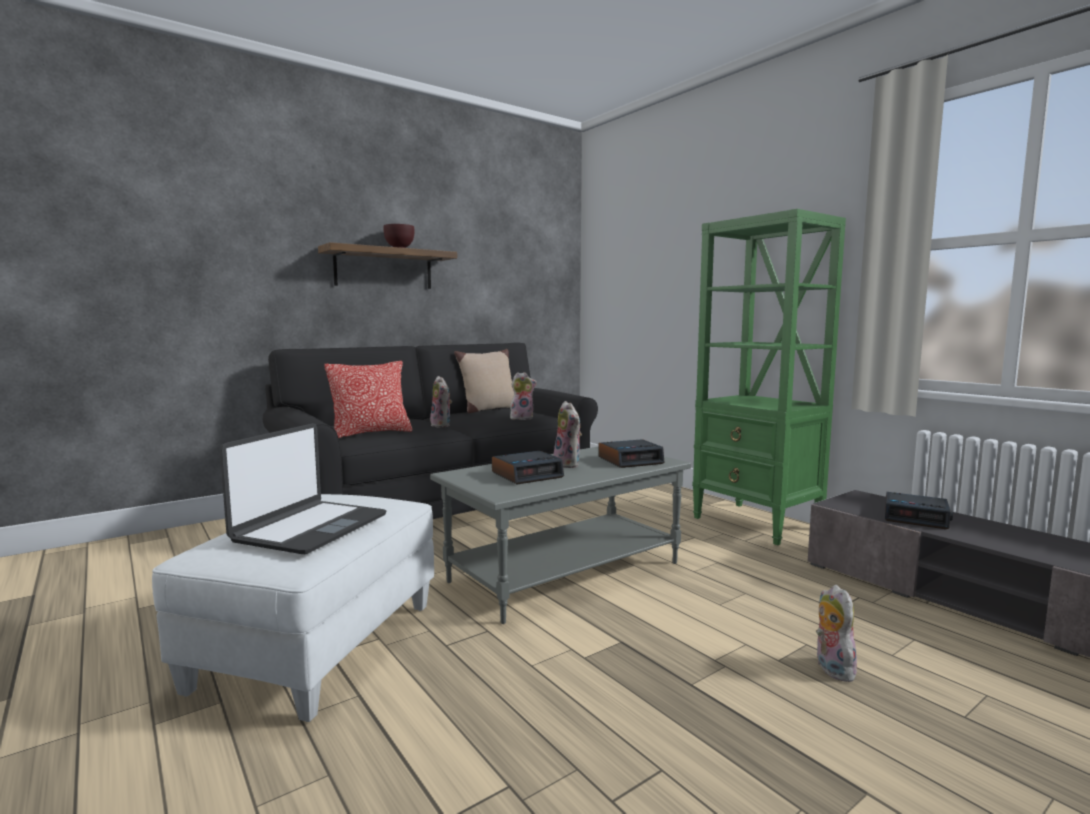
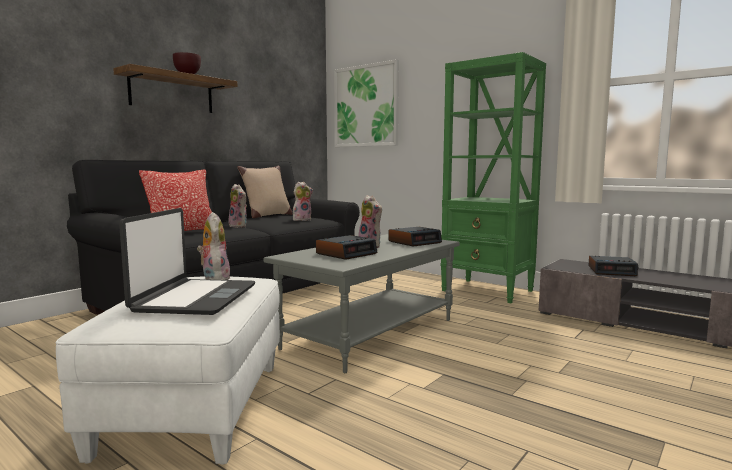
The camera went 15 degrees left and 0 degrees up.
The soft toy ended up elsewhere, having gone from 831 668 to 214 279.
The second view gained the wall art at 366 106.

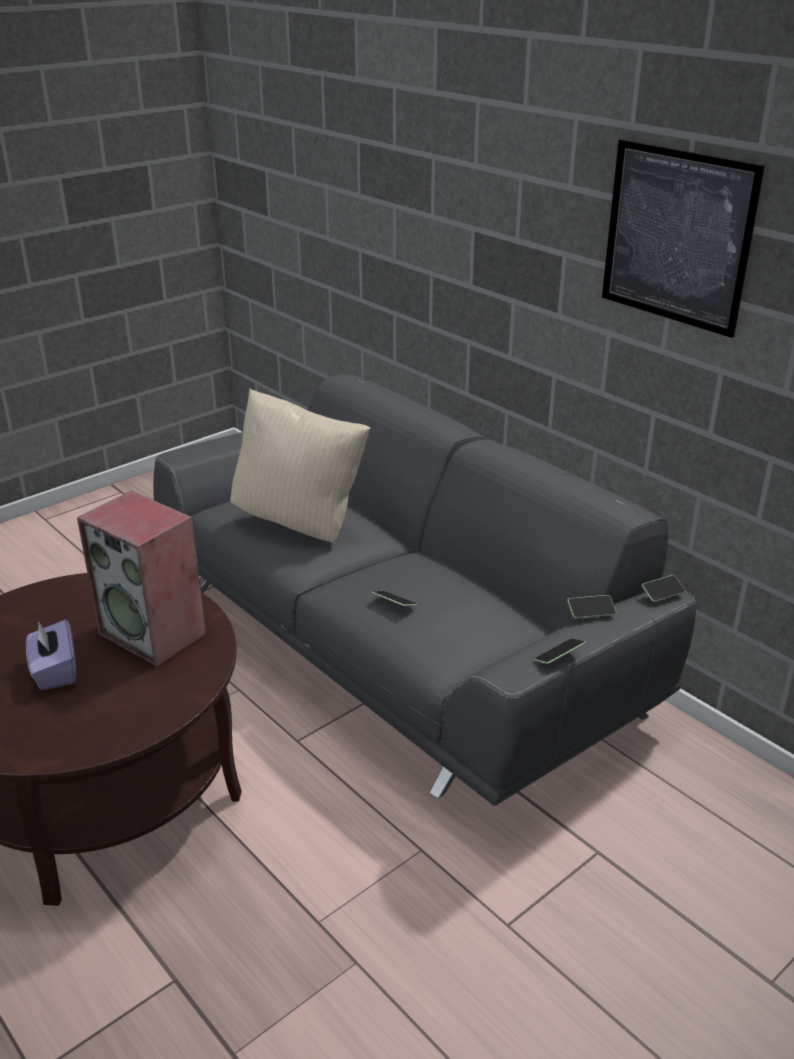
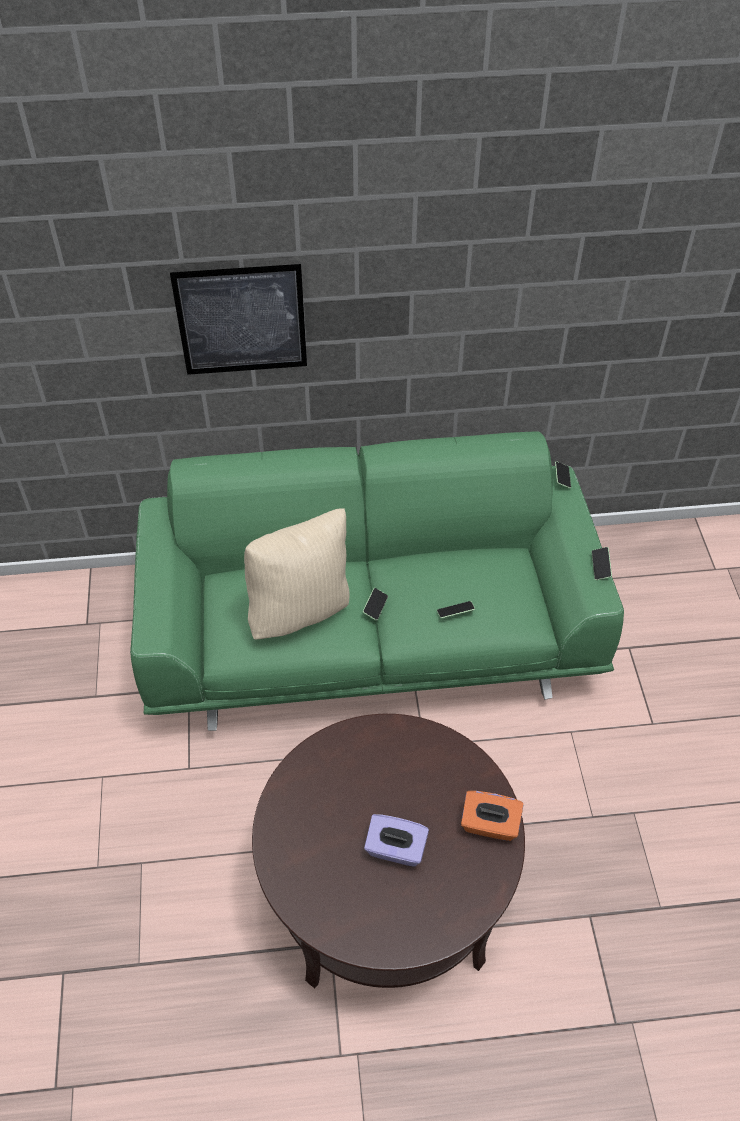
The camera went 55 degrees left and 20 degrees up.
The wall art ended up elsewhere, having gone from 677 237 to 241 320.
What was the settee in gray at 398 647 turned into the settee in green at 371 632.
The second view lost the loudspeaker at 154 634.
The phone ended up elsewhere, having gone from 591 612 to 375 607.
The second view gained the box of tissues in orange-coloured at 489 825.

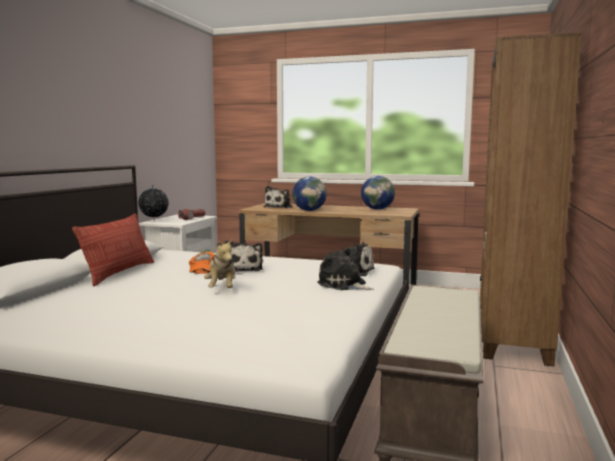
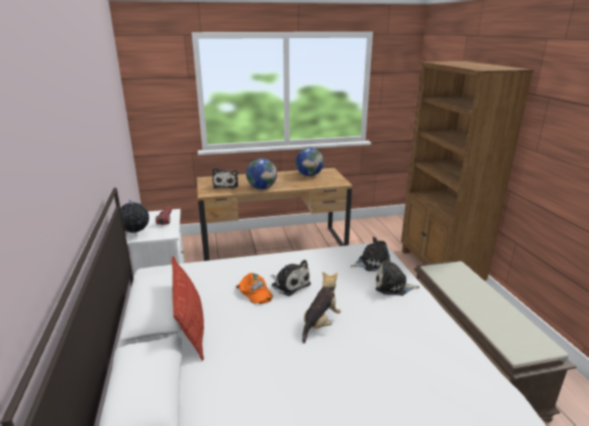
The camera went 30 degrees left and 15 degrees up.
The soft toy at 222 289 ended up facing another way, 105 degrees counterclockwise from before.

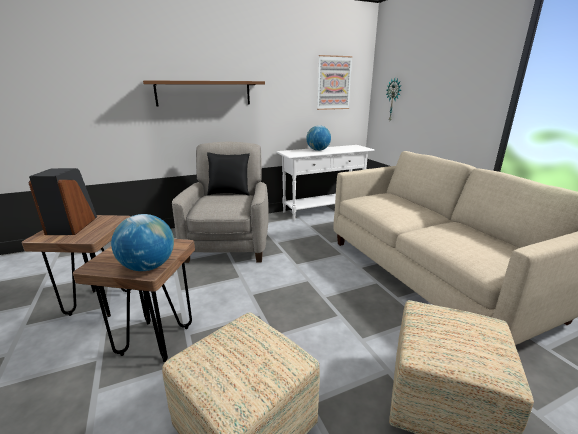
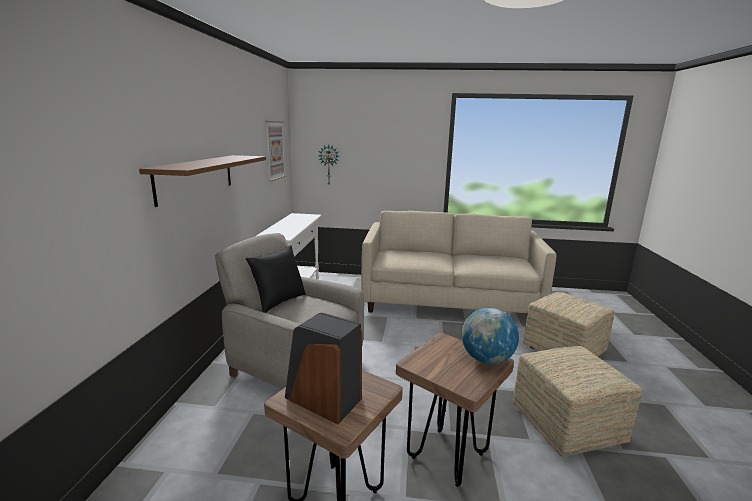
The camera went 60 degrees left and 5 degrees down.
The second view lost the world globe at 318 150.

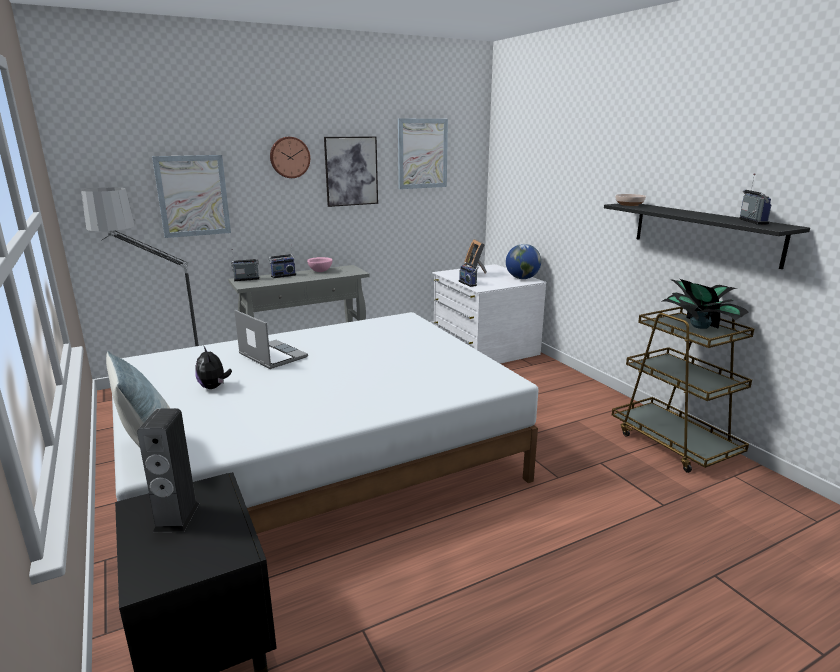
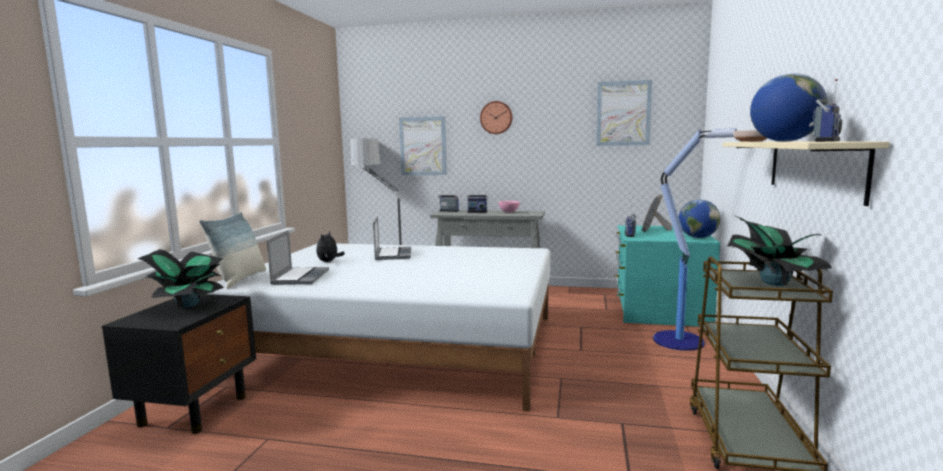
The camera went 40 degrees right and 10 degrees down.
The second view lost the wall art at 351 171.
What was the shelf in blackish at 704 232 turned into the shelf in sand-coloured at 813 167.
What was the drawer chest in whitish at 483 348 turned into the drawer chest in turquoise-coloured at 659 310.
Where the loudspeaker stood at 177 517, the potted plant came to stand at 189 305.
The second view gained the world globe at 784 141.
The second view gained the floor lamp at 680 341.
The second view gained the notebook computer at 300 277.

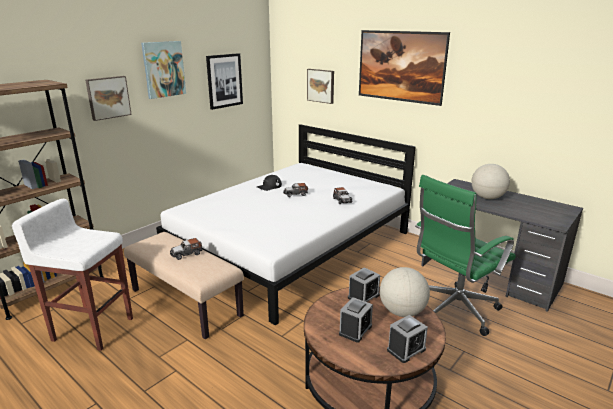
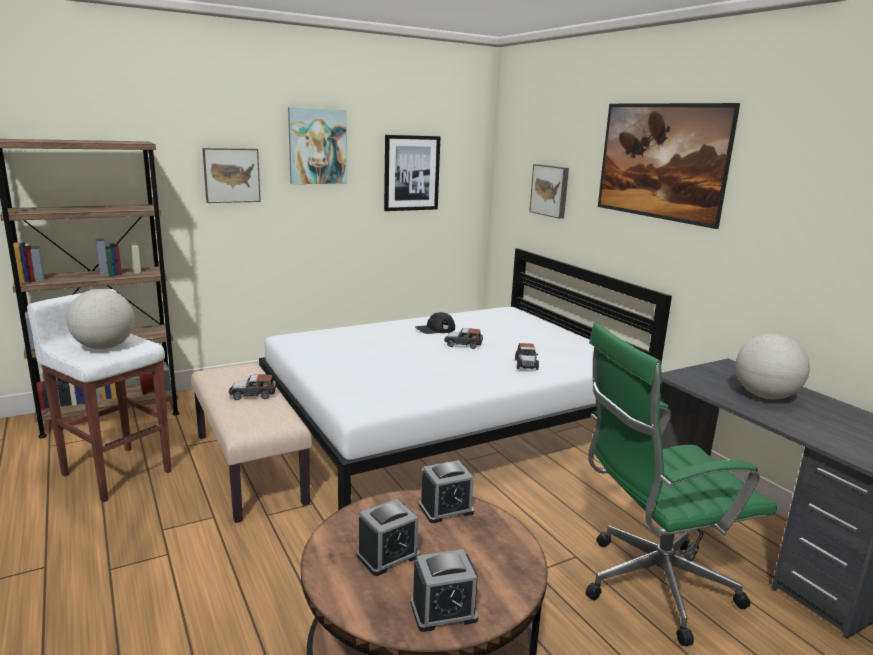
The camera went 20 degrees right and 5 degrees down.
The world globe ended up elsewhere, having gone from 402 312 to 105 347.

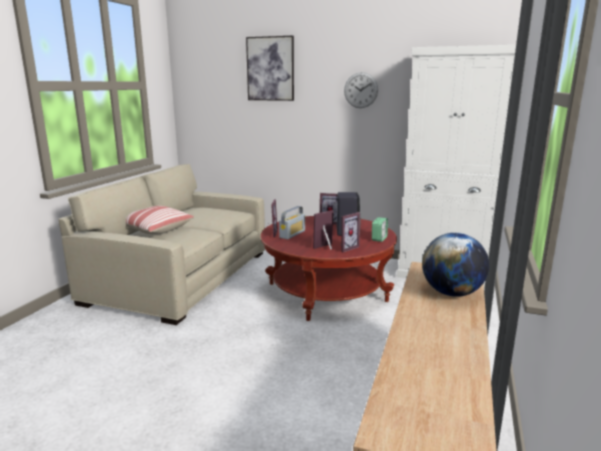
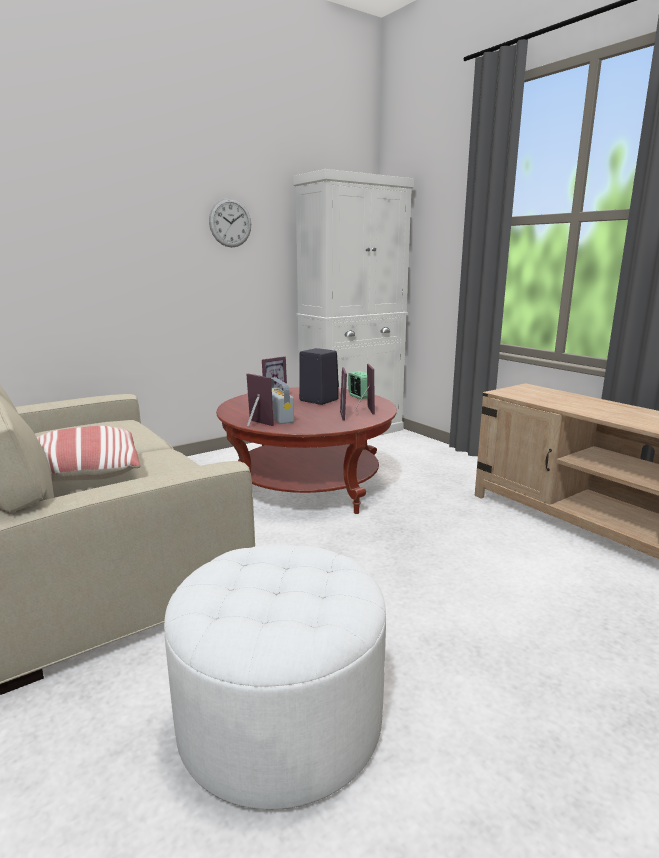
The camera went 55 degrees left and 0 degrees up.
The second view lost the wall art at 270 69.
The second view lost the world globe at 451 293.
The second view gained the ottoman in whitish at 280 719.

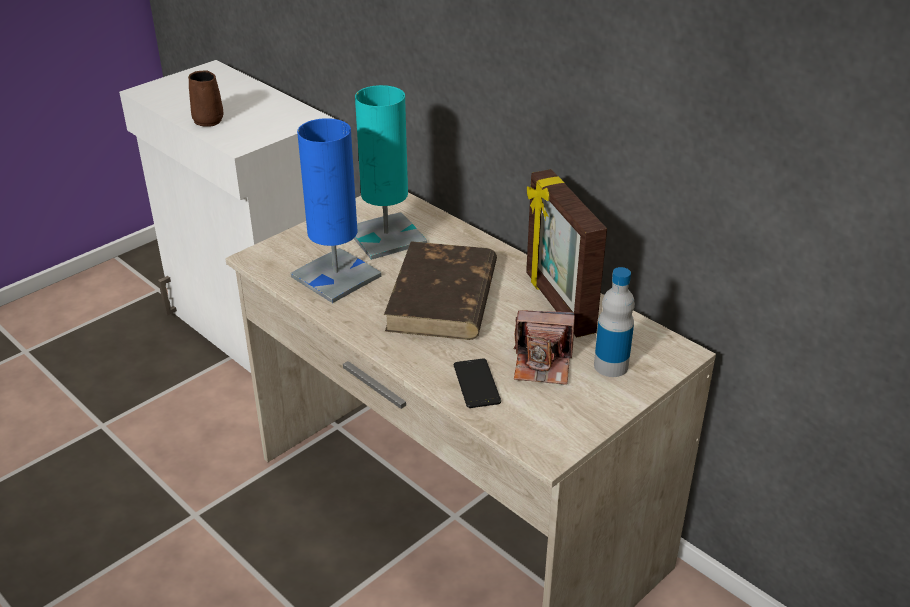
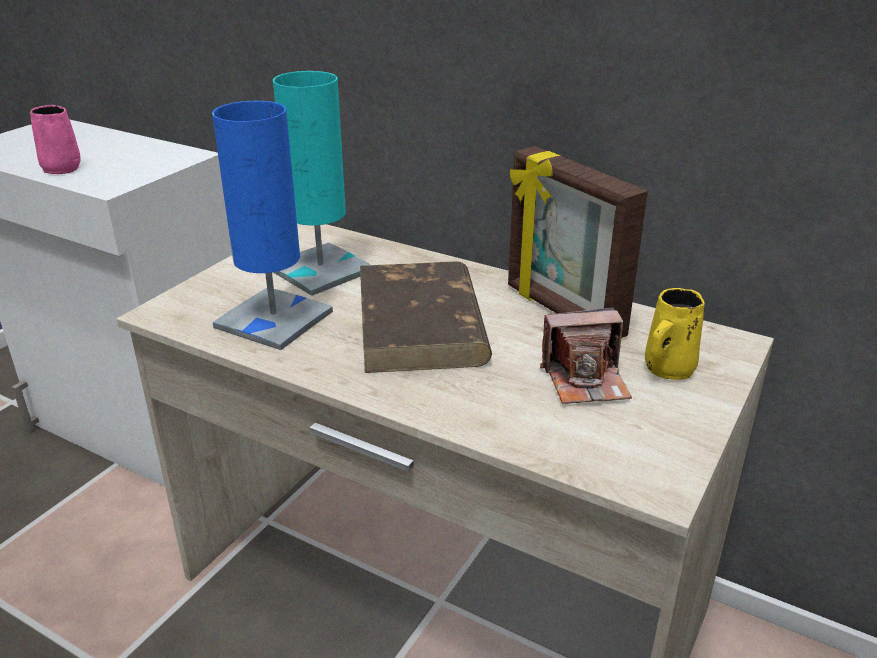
The camera went 15 degrees left and 5 degrees down.
What was the tea mug in brown-coloured at 208 120 turned into the tea mug in pink-coloured at 61 168.
Where the beverage bottle stood at 611 366, the tea mug in yellow came to stand at 667 369.
The second view lost the phone at 476 384.

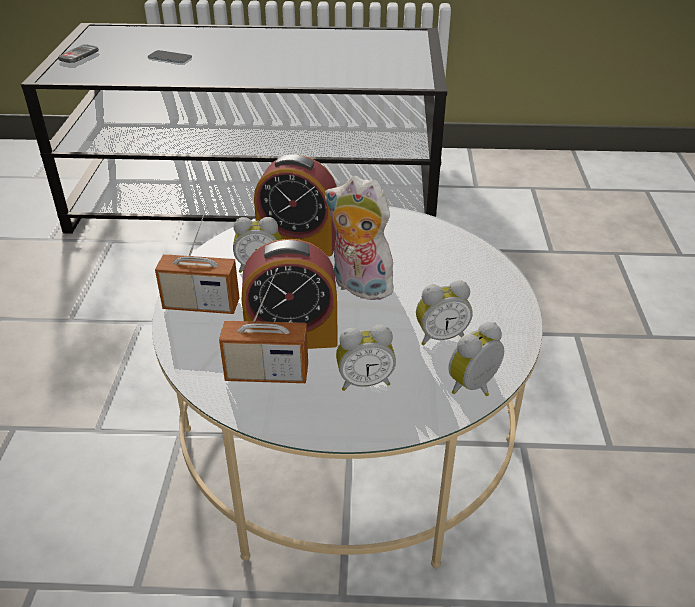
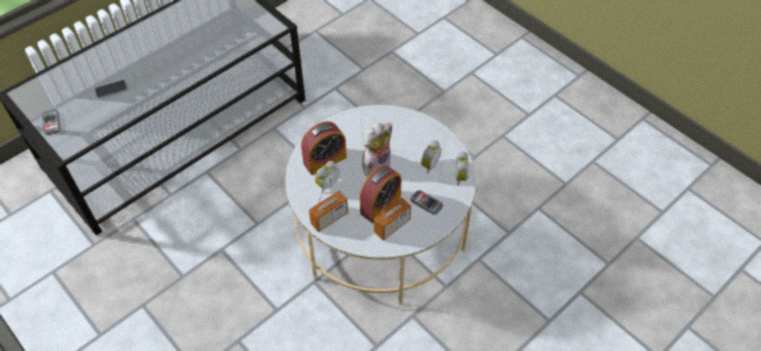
The camera went 45 degrees left and 15 degrees up.
The soft toy at 358 287 ended up facing another way, 150 degrees clockwise from before.
Where the alarm clock stood at 364 381, the phone came to stand at 426 203.

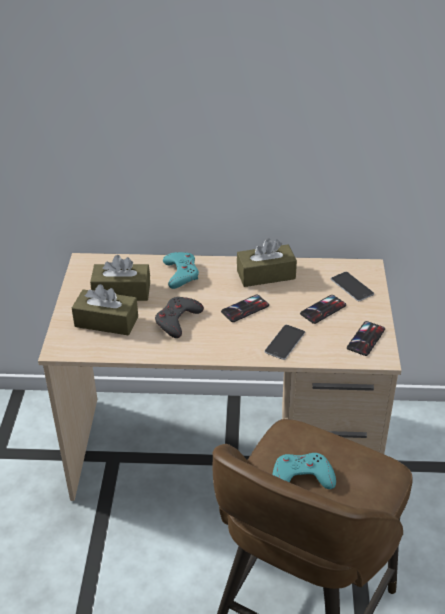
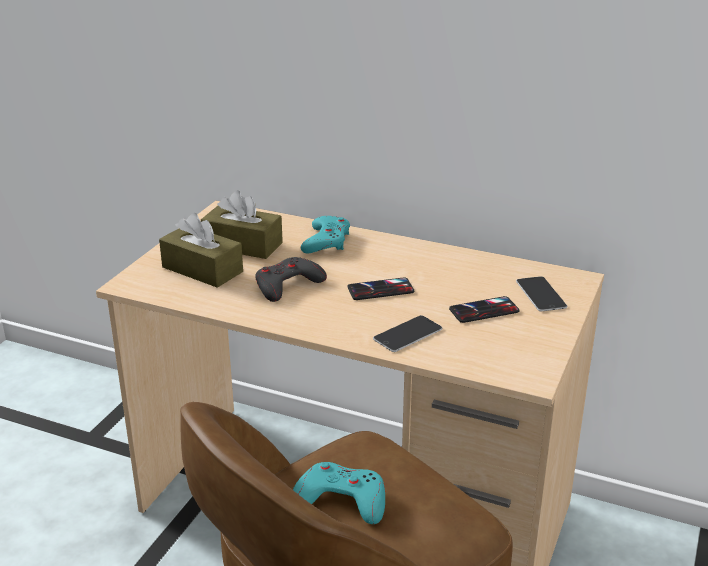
The camera went 20 degrees right and 10 degrees down.
The second view lost the box of tissues in brown-coloured at 266 275.
The second view lost the phone at 366 339.

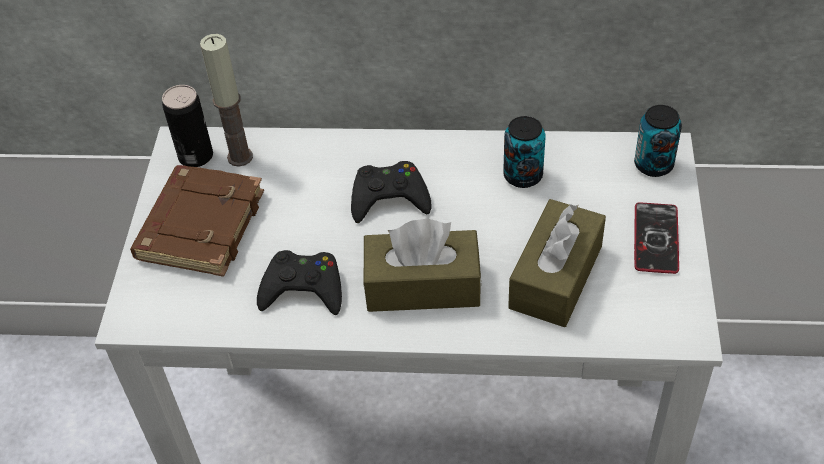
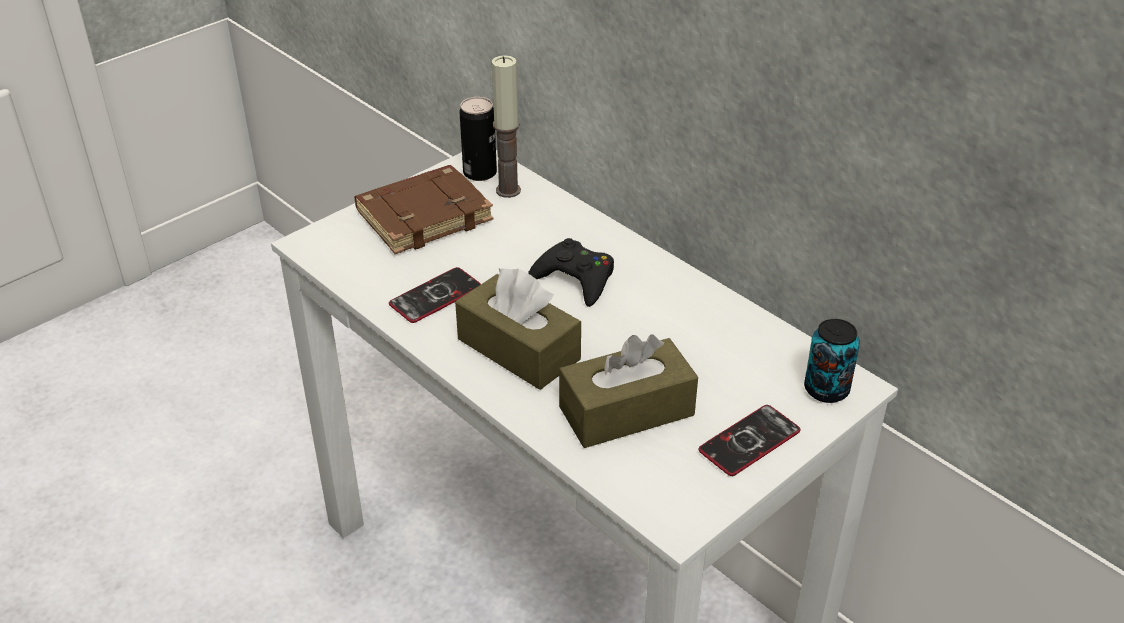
The camera went 40 degrees right and 10 degrees down.
The second view lost the sealed can at 523 175.
Where the gamepad in blackish stood at 303 289, the phone came to stand at 435 296.

